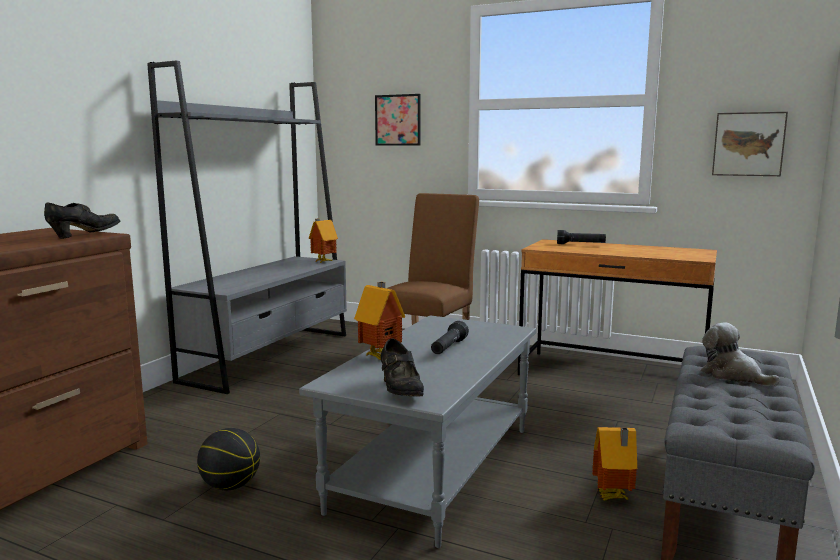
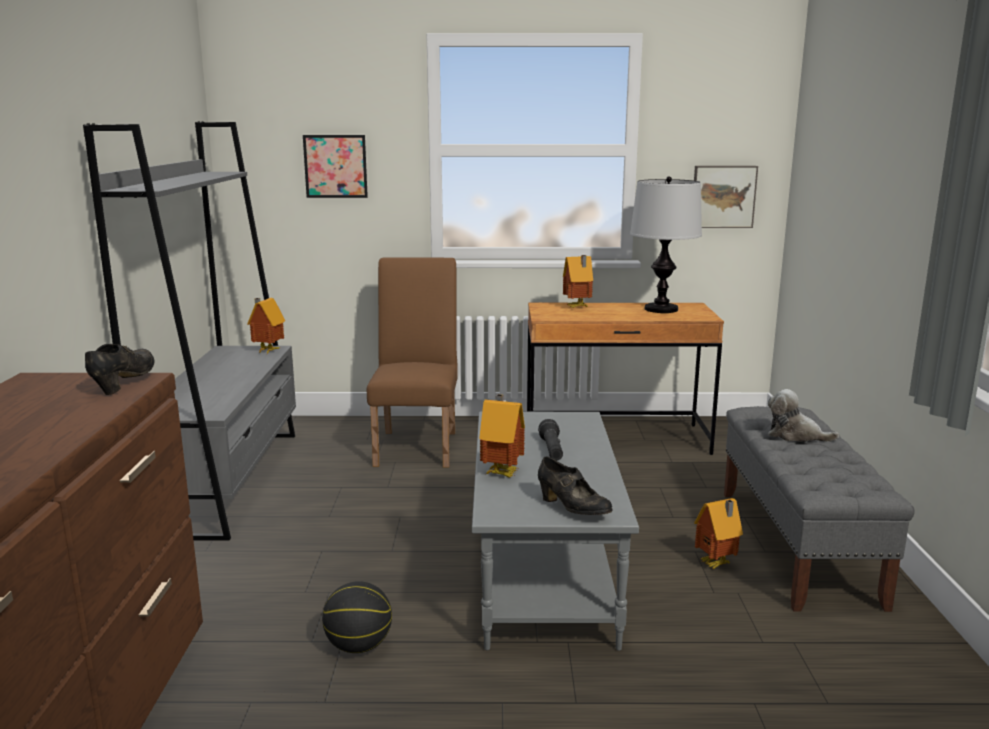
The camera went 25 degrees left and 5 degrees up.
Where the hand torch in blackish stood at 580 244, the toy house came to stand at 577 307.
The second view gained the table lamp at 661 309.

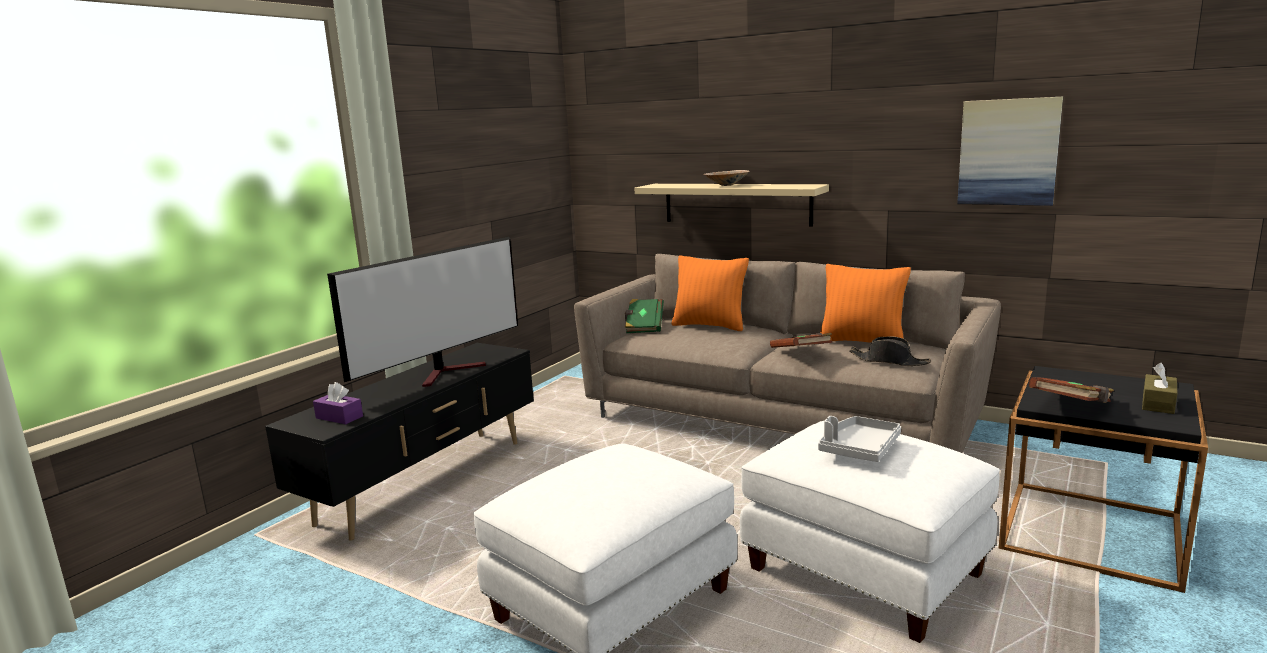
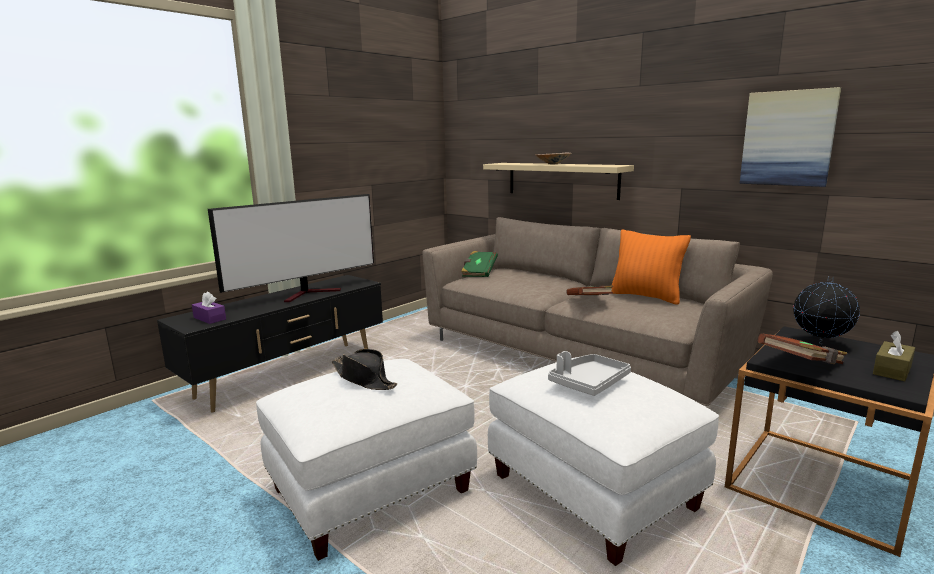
The camera went 10 degrees right and 0 degrees up.
The second view lost the pillow in orange-coloured at 710 326.
The clothing hat in blackish ended up elsewhere, having gone from 889 361 to 364 379.
The second view gained the world globe at 820 343.

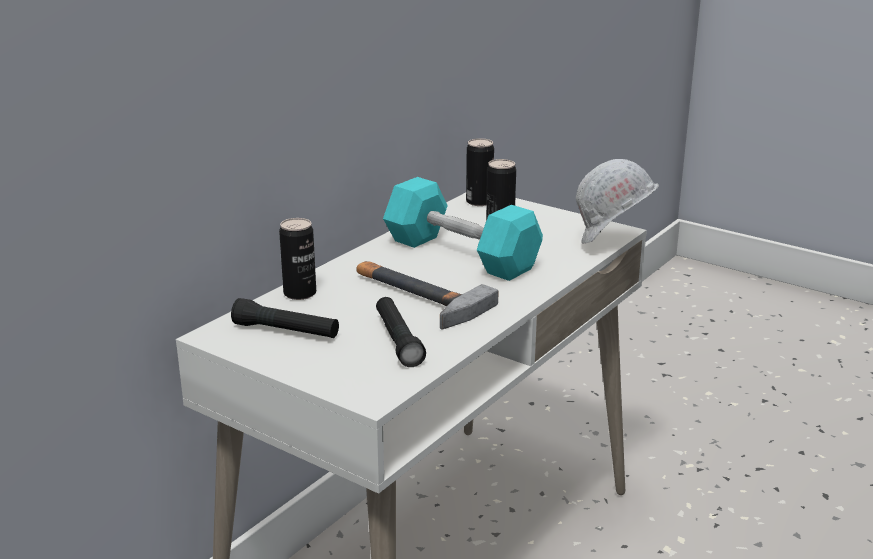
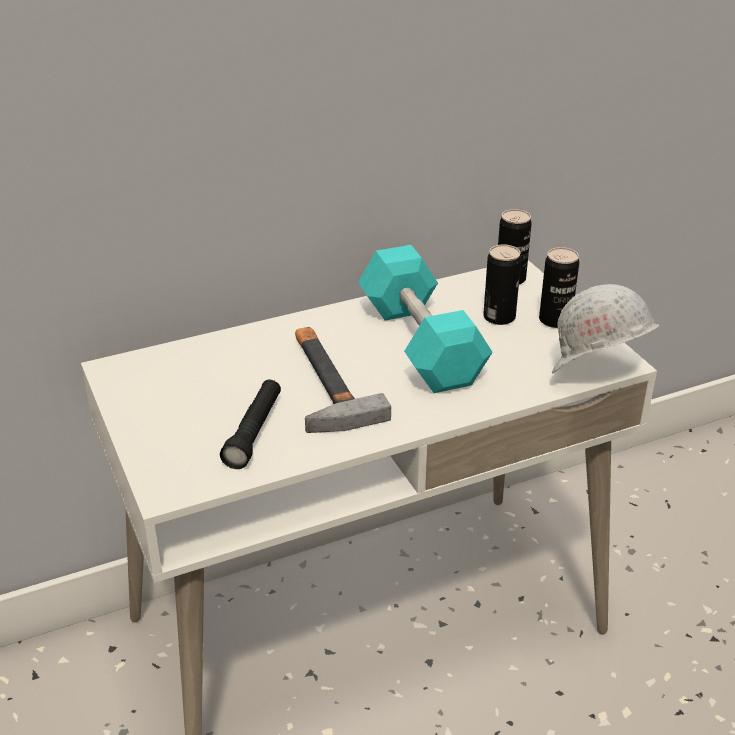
The camera went 30 degrees right and 10 degrees up.
The sealed can ended up elsewhere, having gone from 300 293 to 555 320.
The second view lost the hand torch in blackish at 286 331.

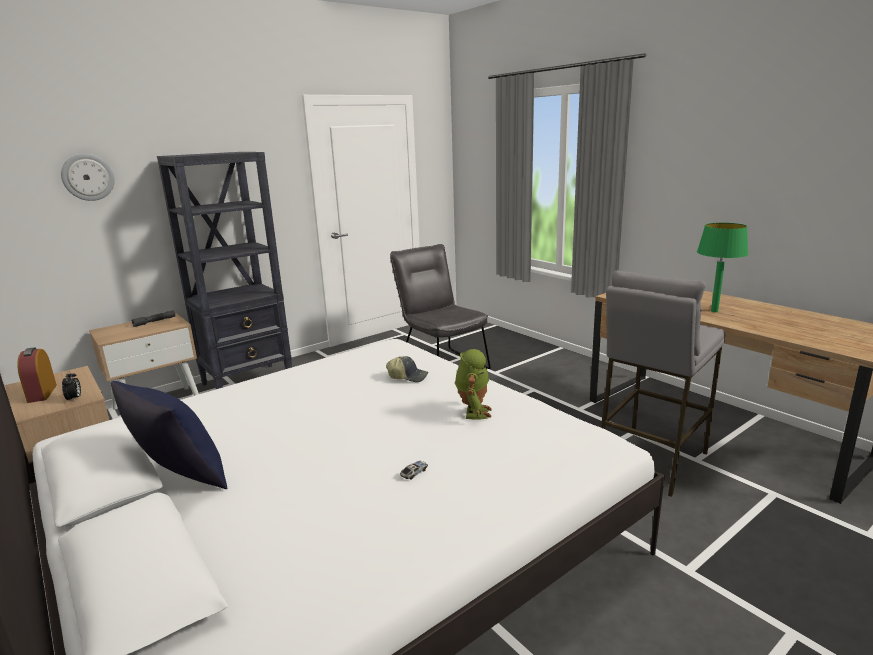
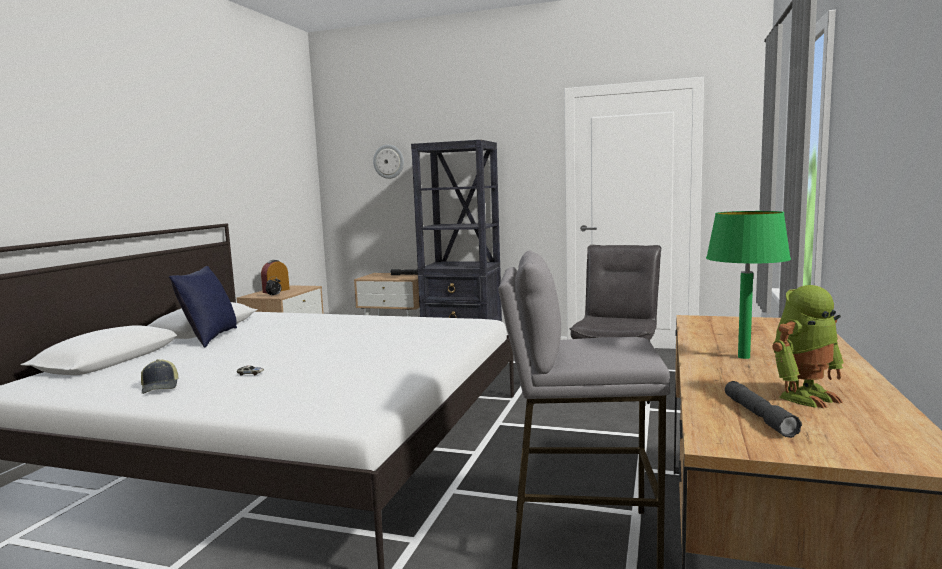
The camera went 55 degrees right and 10 degrees down.
The toy robot ended up elsewhere, having gone from 473 412 to 804 396.
The cap ended up elsewhere, having gone from 408 376 to 161 387.
The second view gained the hand torch in gray at 758 416.

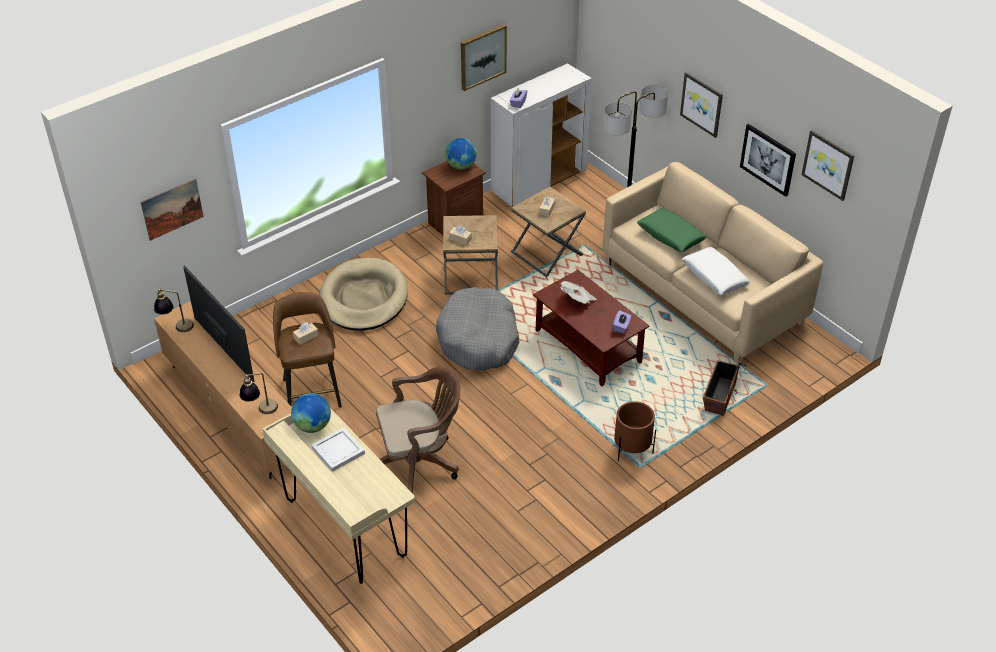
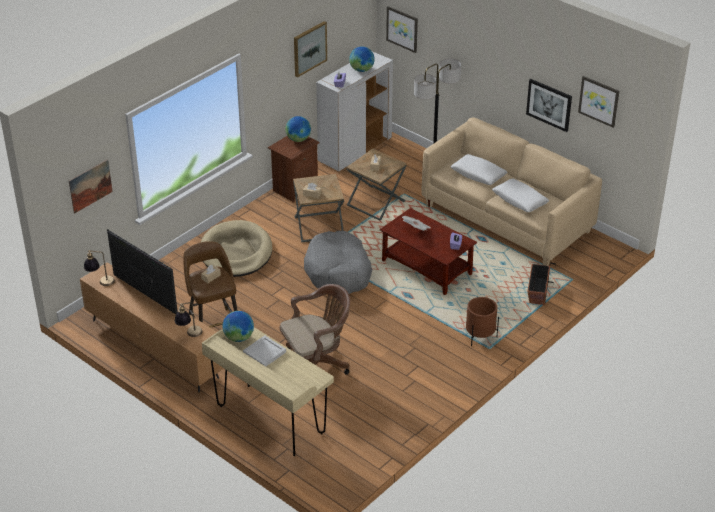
The camera went 10 degrees left and 5 degrees down.
The wall art ended up elsewhere, having gone from 702 104 to 402 29.
What was the pillow in green at 670 236 turned into the pillow in whitish at 478 174.
The second view gained the world globe at 361 70.

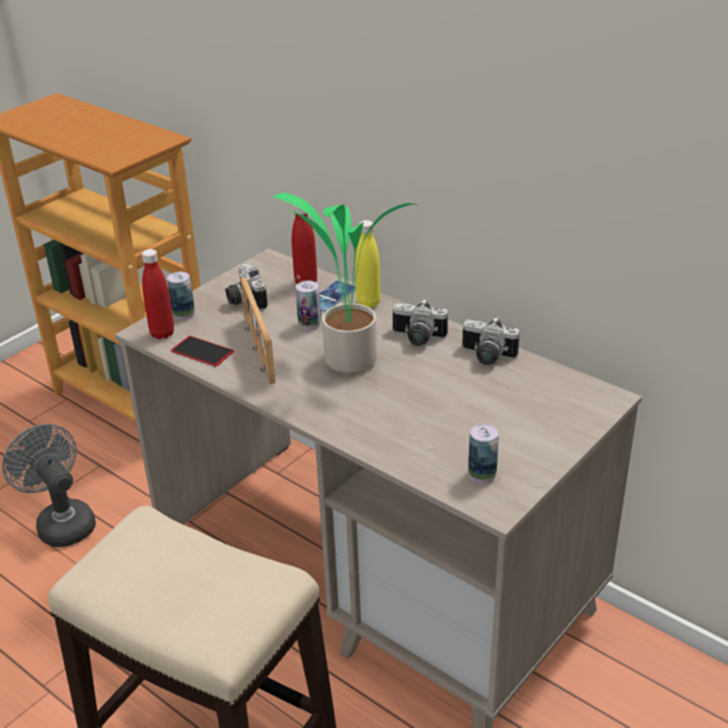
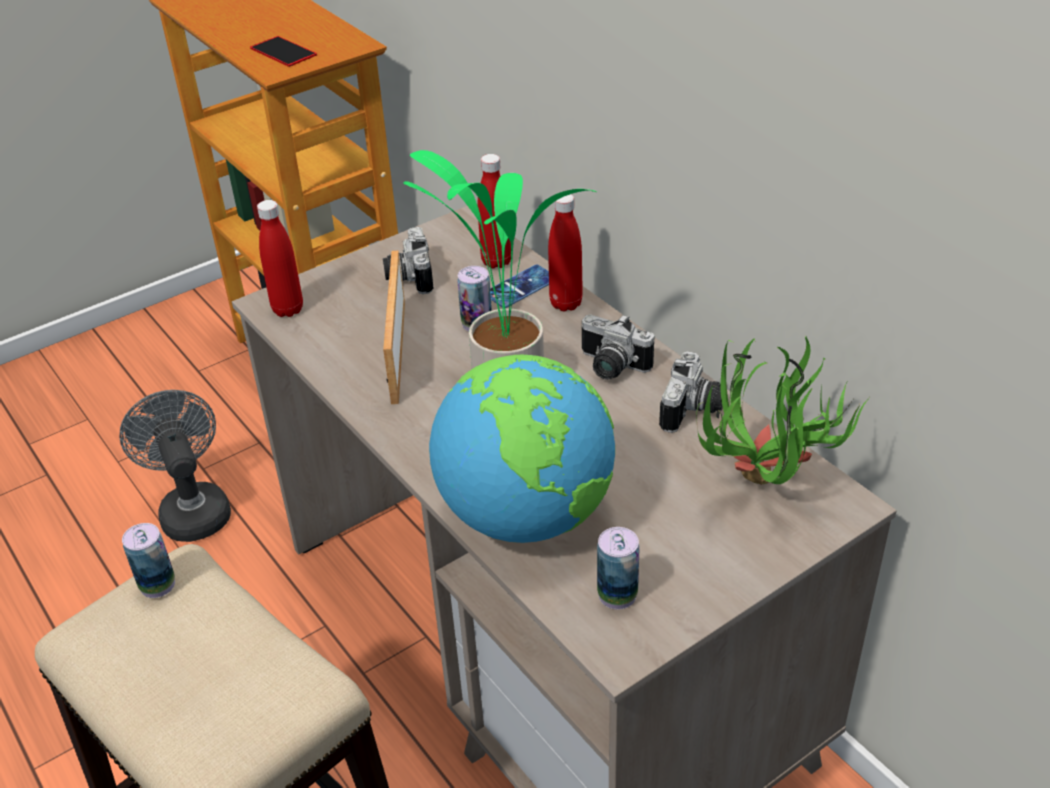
The camera went 15 degrees right and 5 degrees up.
What was the beverage bottle in yellow at 368 303 turned into the beverage bottle in red at 566 303.
The sealed can ended up elsewhere, having gone from 184 314 to 157 585.
The photo camera at 486 357 ended up facing another way, 105 degrees counterclockwise from before.
The phone ended up elsewhere, having gone from 202 351 to 283 52.
The second view gained the potted plant at 762 493.
The second view gained the world globe at 526 514.

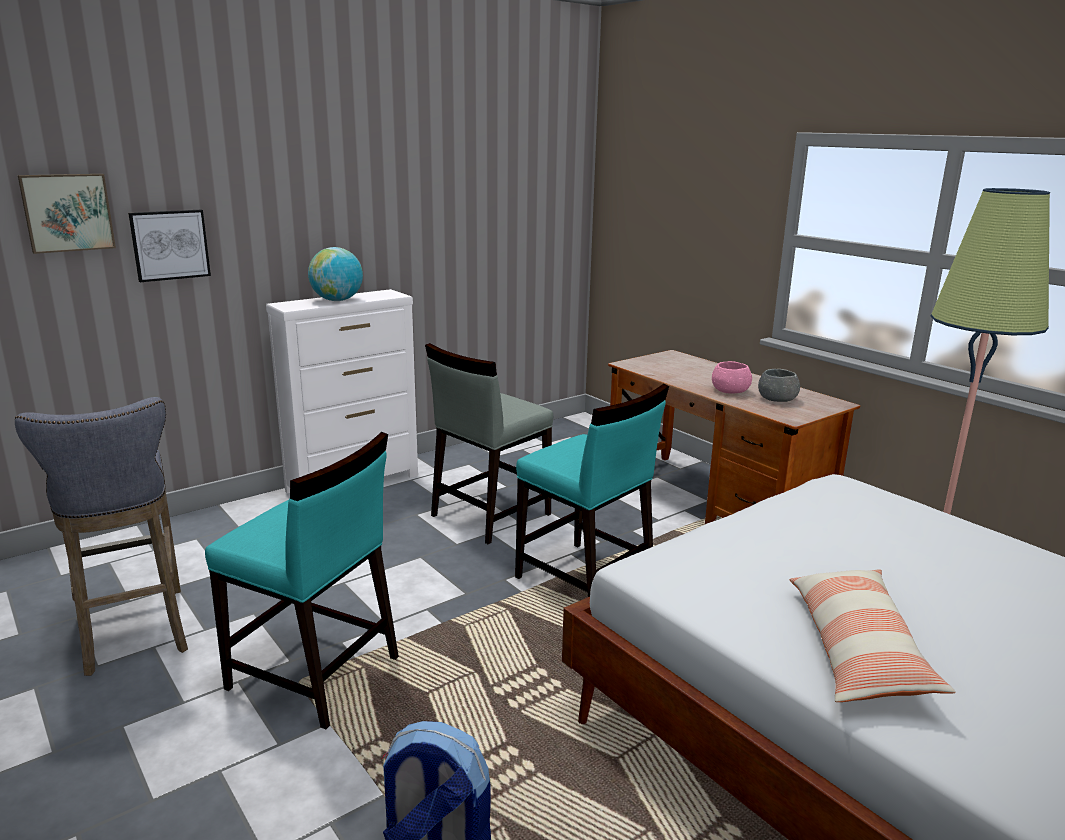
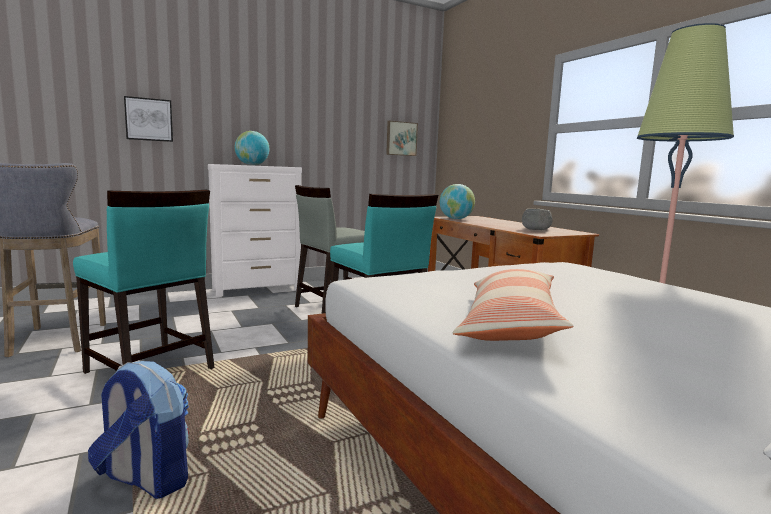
The camera went 10 degrees right and 10 degrees down.
The wall art ended up elsewhere, having gone from 67 212 to 401 138.
The second view lost the serving bowl in pink-coloured at 730 391.
The second view gained the world globe at 456 219.

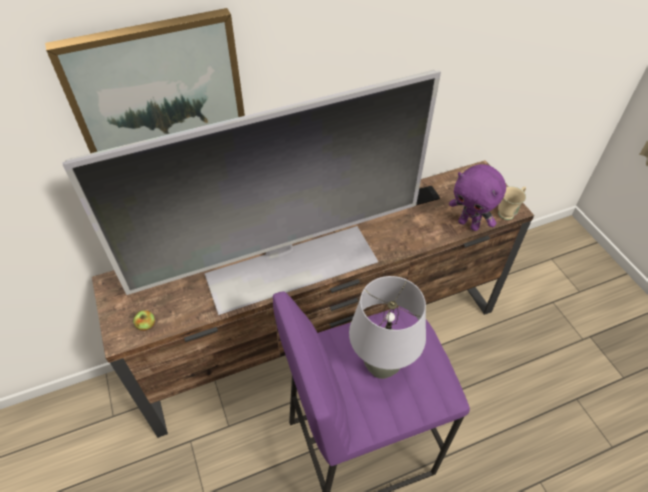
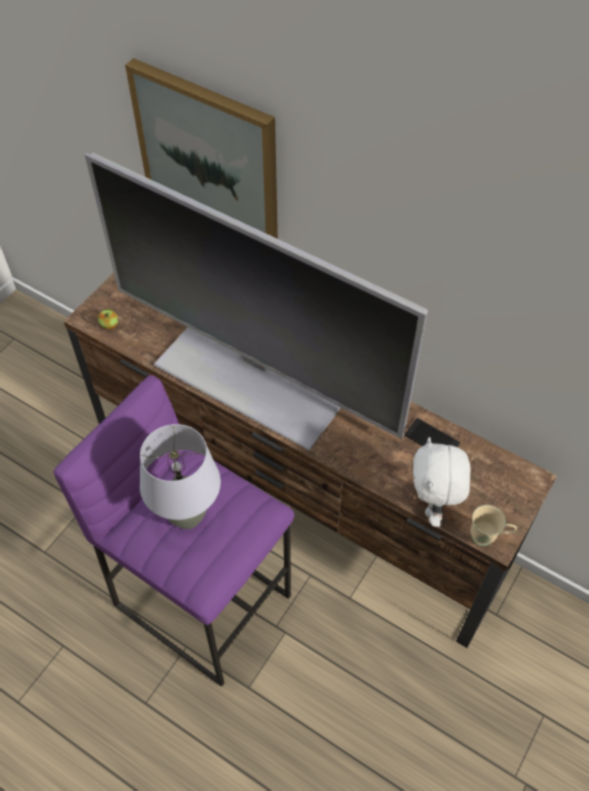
The camera went 55 degrees right and 5 degrees up.
What was the soft toy in purple at 469 224 turned into the soft toy in whitish at 433 507.

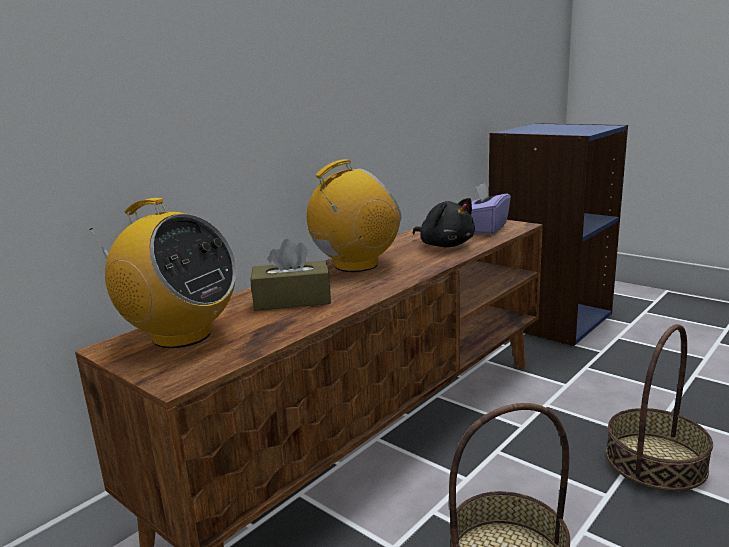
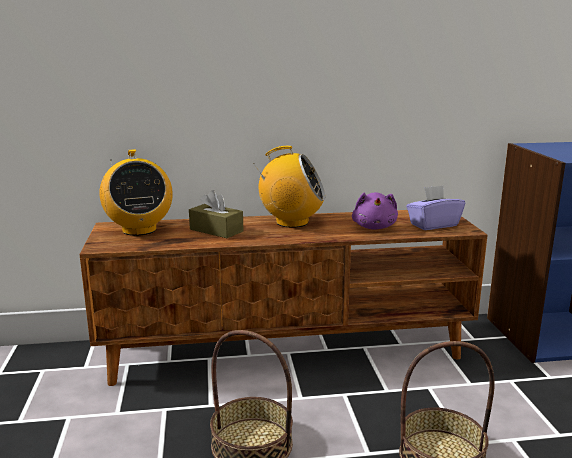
The camera went 40 degrees right and 0 degrees up.
What was the soft toy in blackish at 445 245 turned into the soft toy in purple at 374 227.

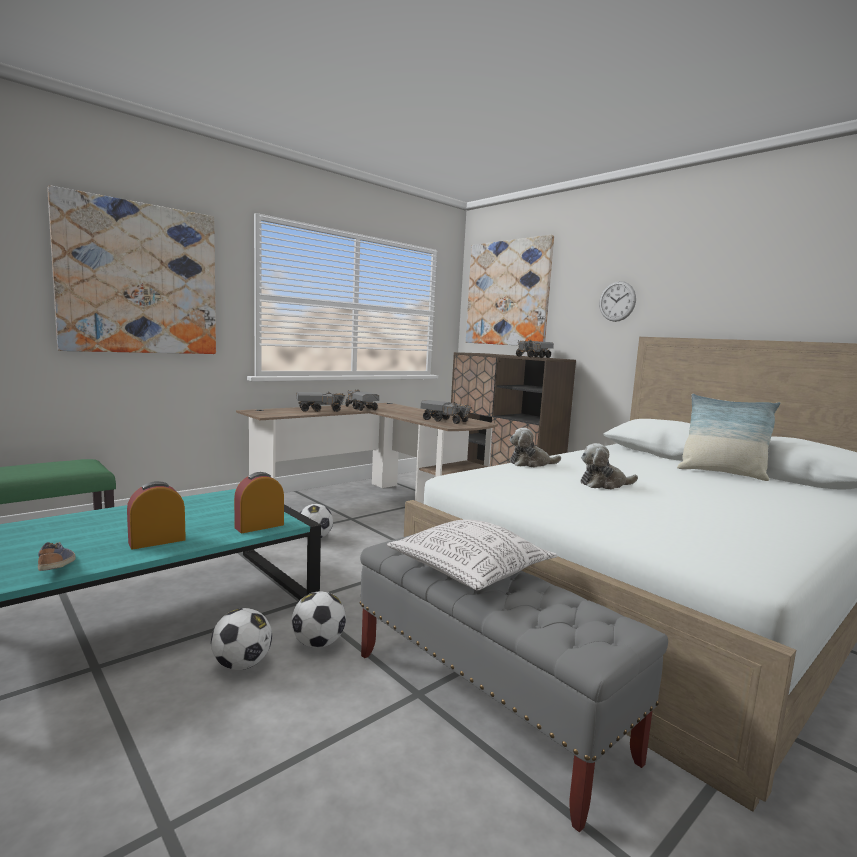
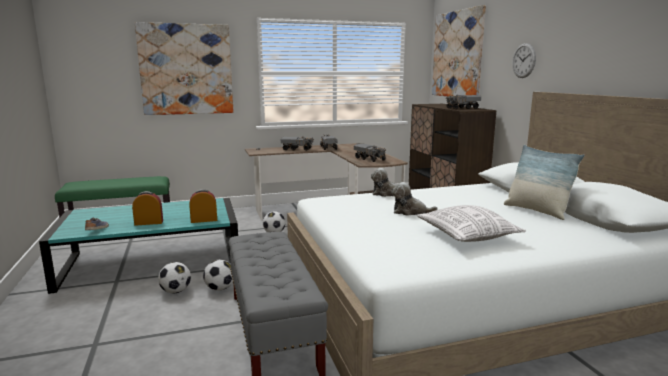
The camera went 25 degrees right and 5 degrees up.
The pillow ended up elsewhere, having gone from 469 571 to 466 236.

